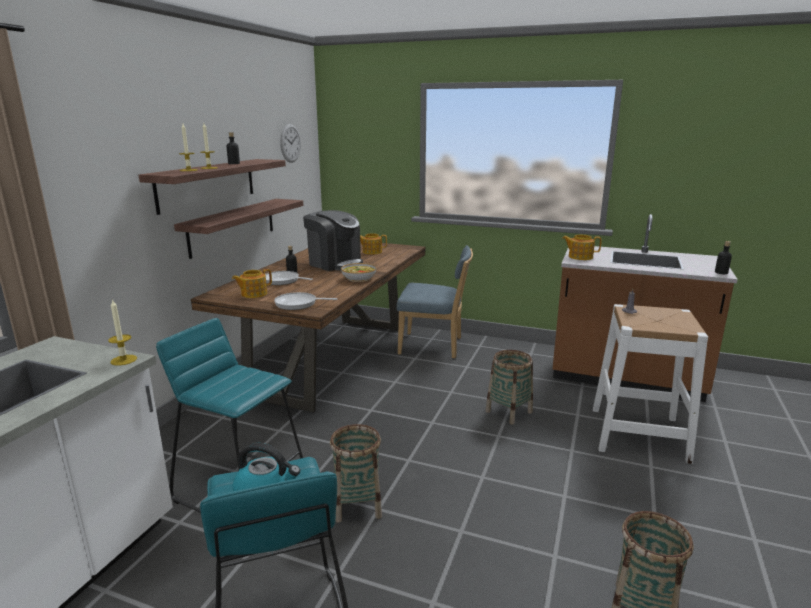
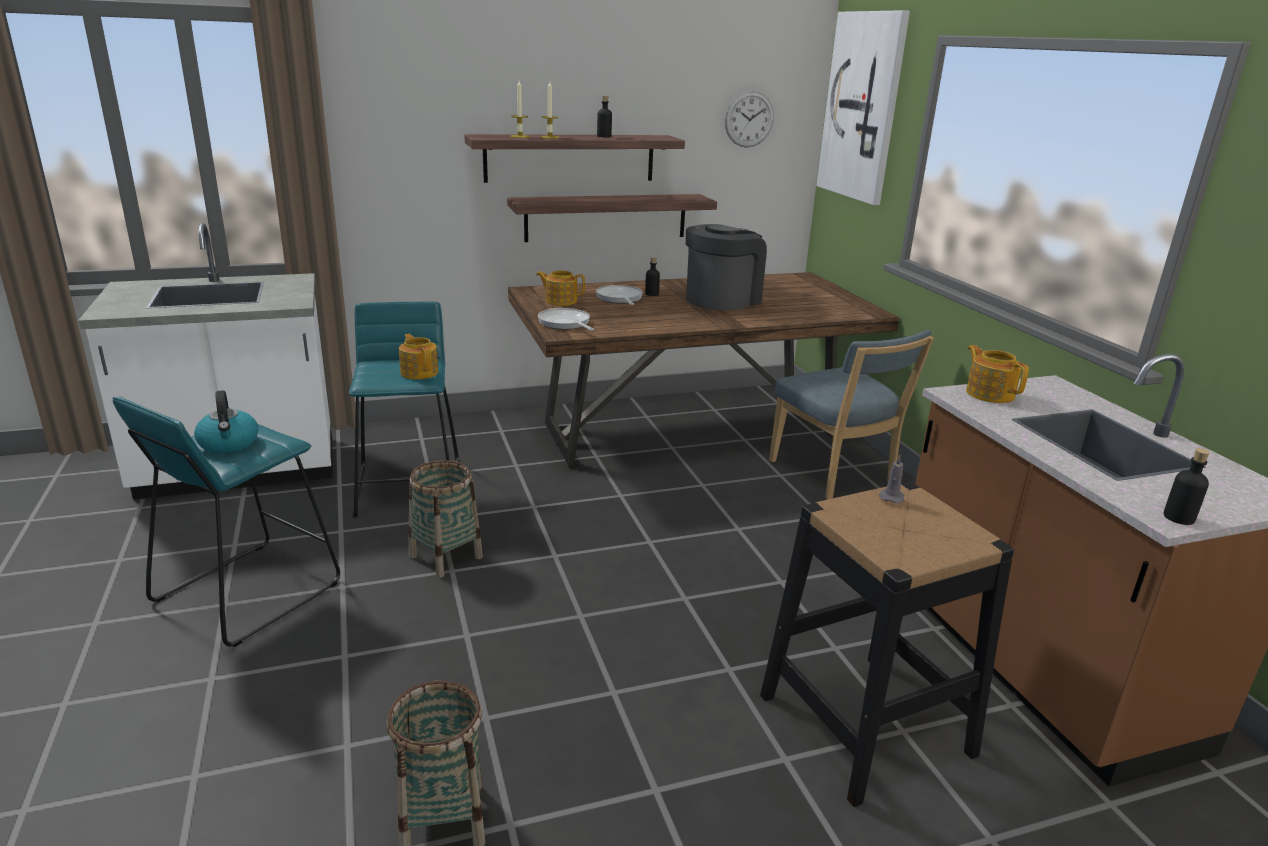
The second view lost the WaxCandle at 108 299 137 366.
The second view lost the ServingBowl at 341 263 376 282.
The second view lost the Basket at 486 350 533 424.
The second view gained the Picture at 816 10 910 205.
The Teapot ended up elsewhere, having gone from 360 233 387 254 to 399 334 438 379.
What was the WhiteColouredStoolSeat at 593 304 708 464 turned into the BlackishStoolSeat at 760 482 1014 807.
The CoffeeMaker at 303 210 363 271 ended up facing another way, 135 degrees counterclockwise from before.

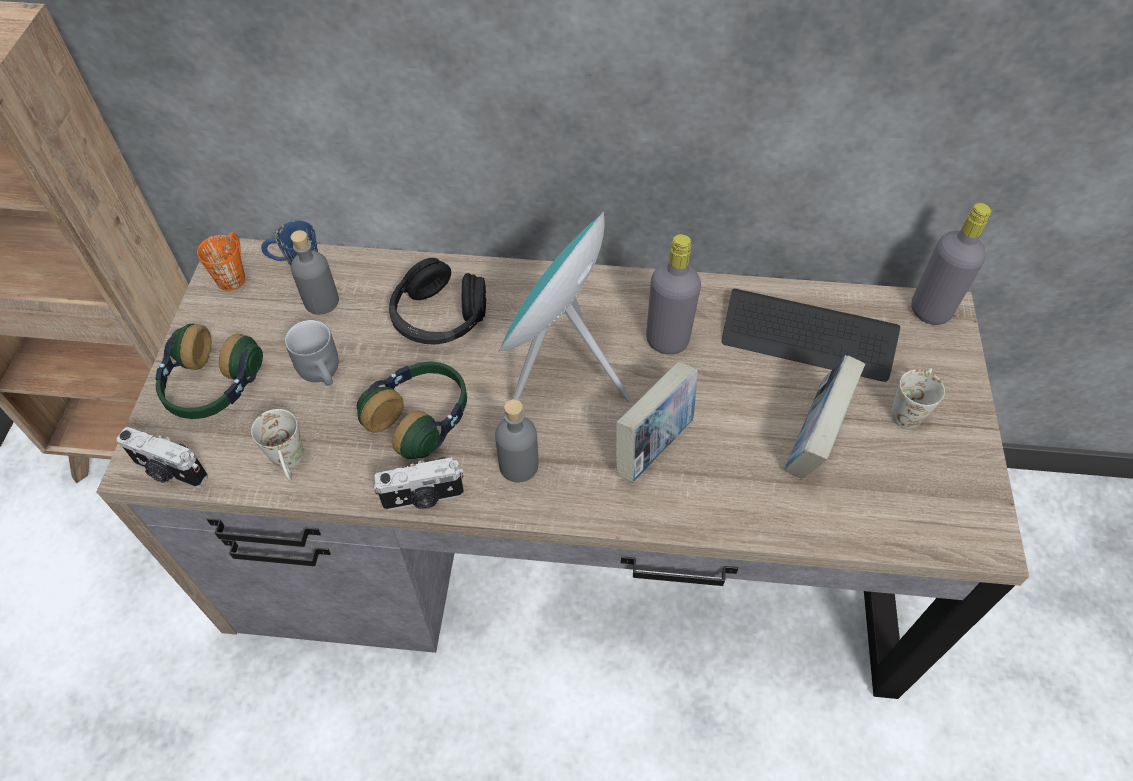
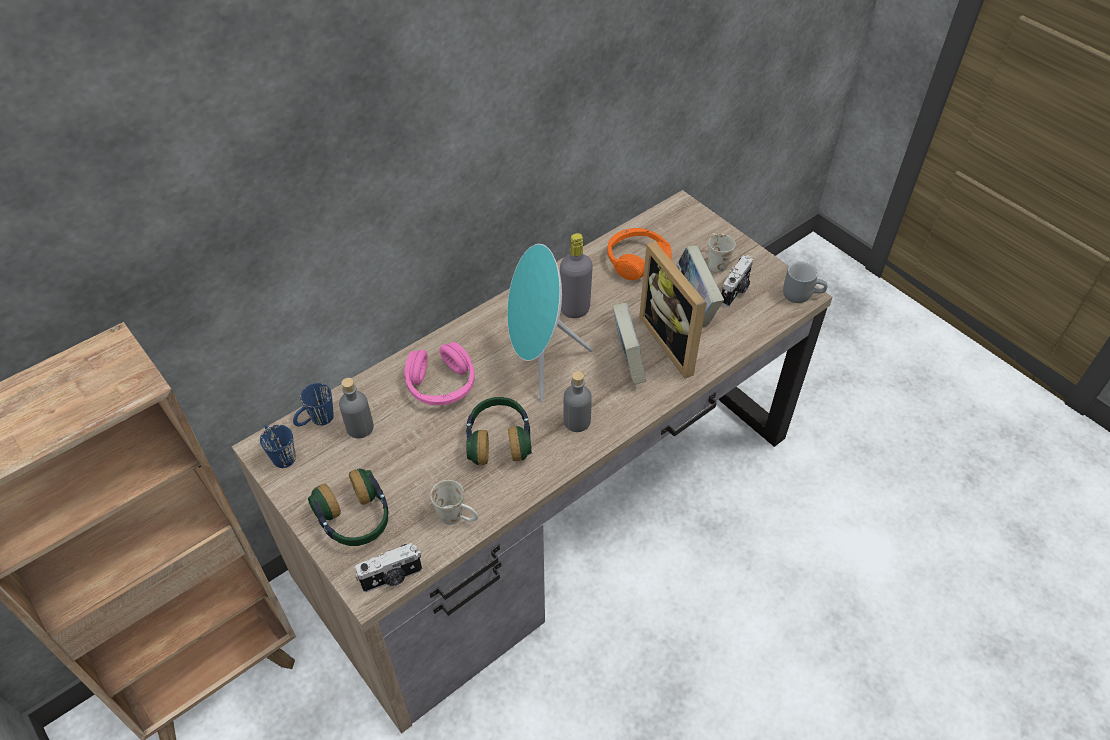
The second view lost the GreyishDrinkBottle at 911 203 991 325.
The second view gained the PhotoFrame at 639 241 707 379.
The GreyishTeaMug ended up elsewhere, having gone from 284 320 339 386 to 783 261 828 303.
The StillCamera ended up elsewhere, having gone from 373 457 464 511 to 722 255 753 307.
Where the ComputerKeyboard stood at 722 289 900 382, the OrangeColouredHeadphones came to stand at 607 228 672 280.
What was the OrangeColouredTeaMug at 197 232 245 291 turned into the BlueTeaMug at 260 425 296 468.
What was the BlackishHeadphones at 389 258 487 344 turned into the PinkColouredHeadphones at 404 342 475 405.

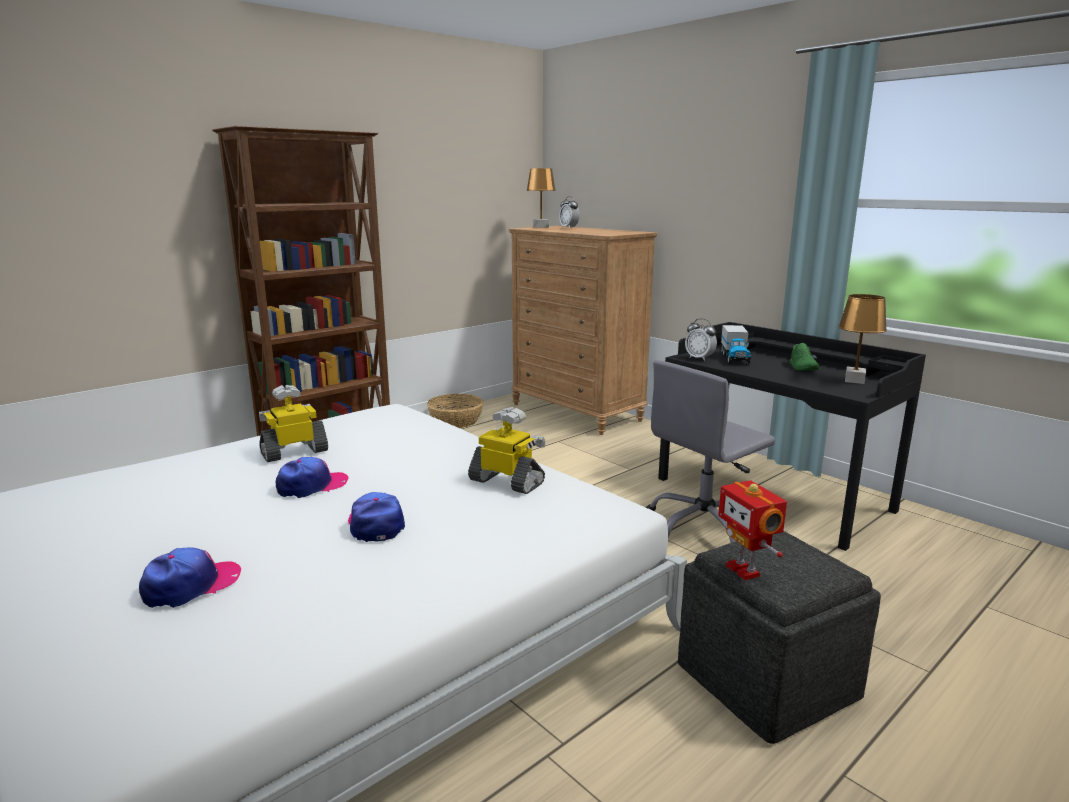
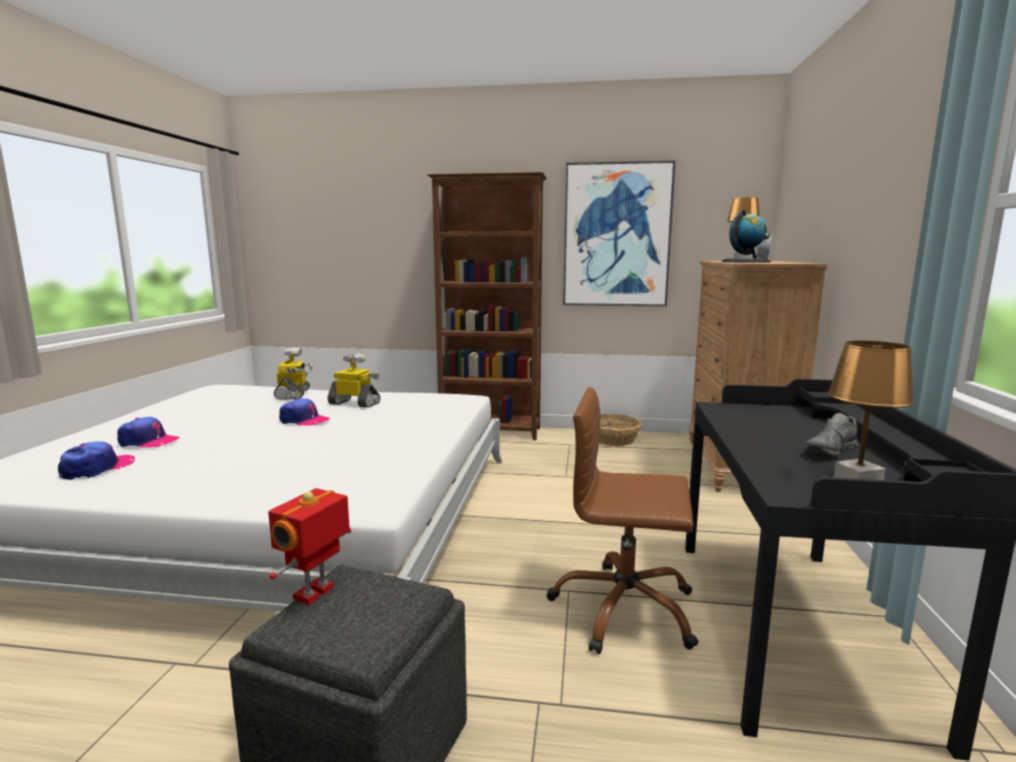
The second view lost the BedsideClock at 685 318 717 361.
The second view lost the ToyLorry at 721 325 751 364.
The second view gained the Picture at 563 160 675 307.
The second view gained the WorldGlobe at 722 209 771 263.
The PeakedCap ended up elsewhere, having gone from 348 492 405 542 to 58 441 135 480.
The RobotFigure ended up elsewhere, having gone from 468 407 546 494 to 274 347 313 400.
What was the GreyishOfficeChair at 646 360 775 543 turned into the BrownOfficeChair at 546 387 698 654.
What was the GreenishShoe at 789 343 819 370 turned into the GreyishShoe at 805 413 858 456.

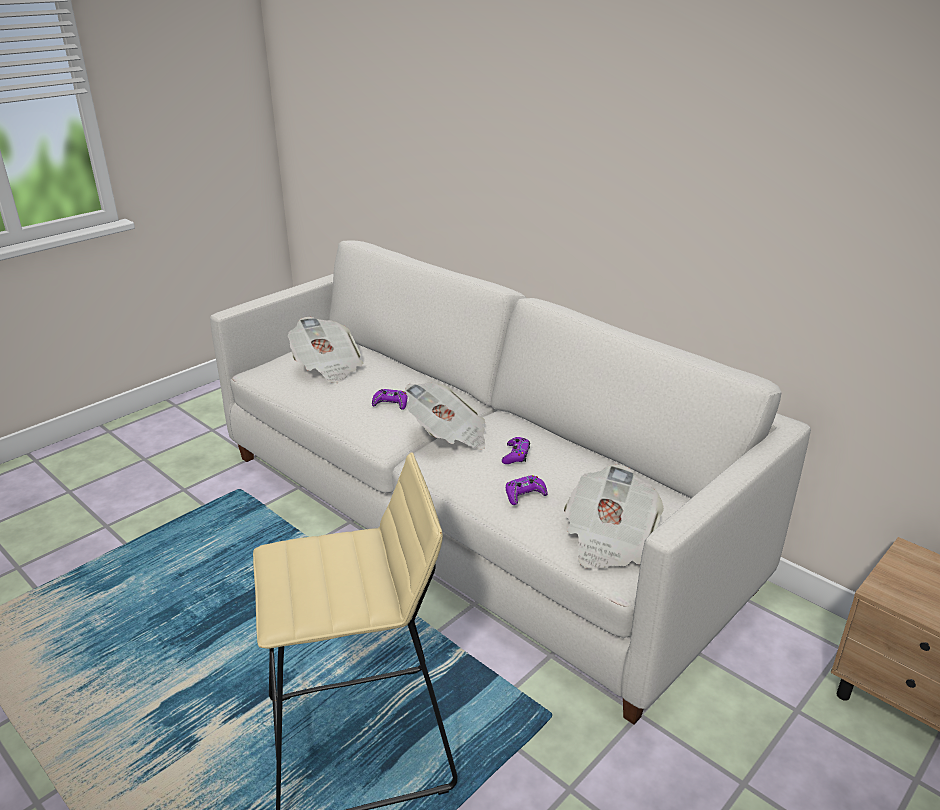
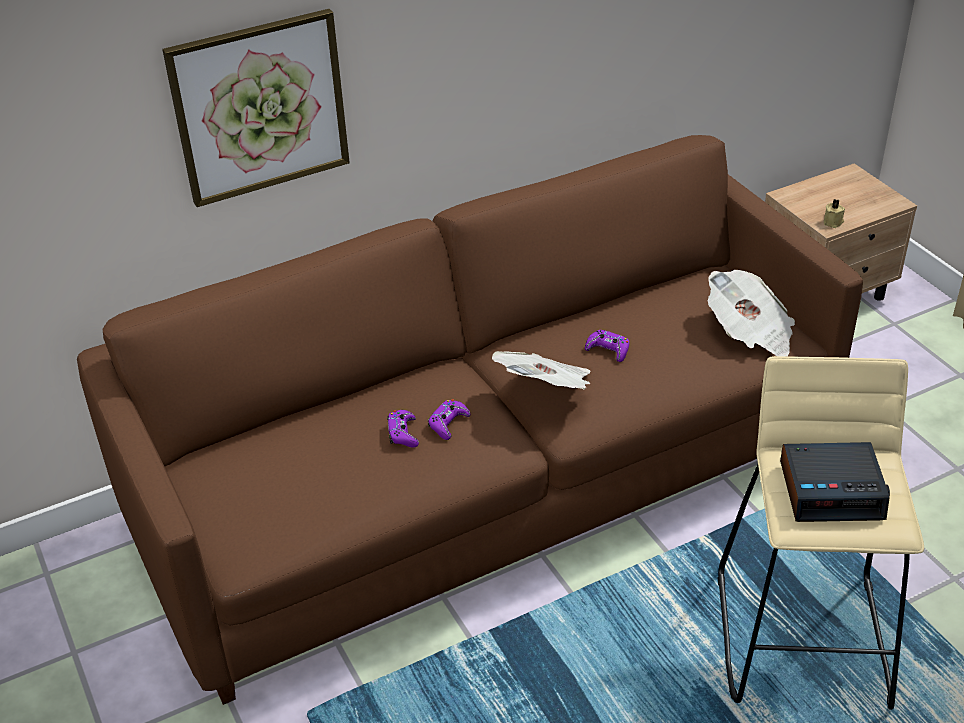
The second view lost the Newspaper at 288 317 363 383.
The second view gained the Picture at 162 9 350 207.
The second view gained the BedsideClock at 780 442 890 522.
The second view gained the BeigeWaxCandle at 824 199 845 228.
The PurpleColouredGameController ended up elsewhere, having gone from 506 475 547 505 to 387 410 419 447.
What was the WhiteColouredSettee at 210 240 811 725 turned into the BrownSettee at 77 135 863 705.

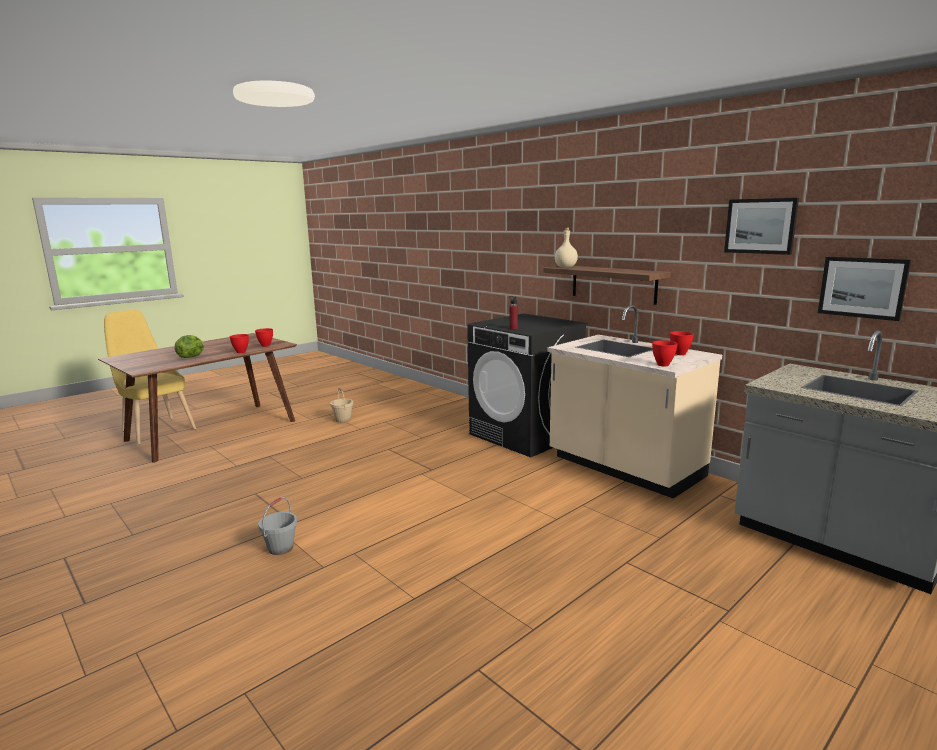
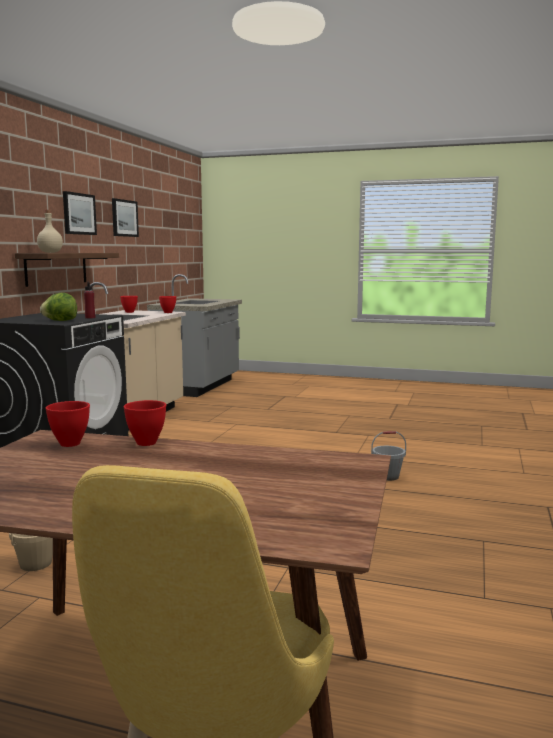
The HeadOfLettuce ended up elsewhere, having gone from 175 335 204 358 to 40 293 77 321.
The Picture ended up elsewhere, having gone from 818 257 911 321 to 63 191 97 235.

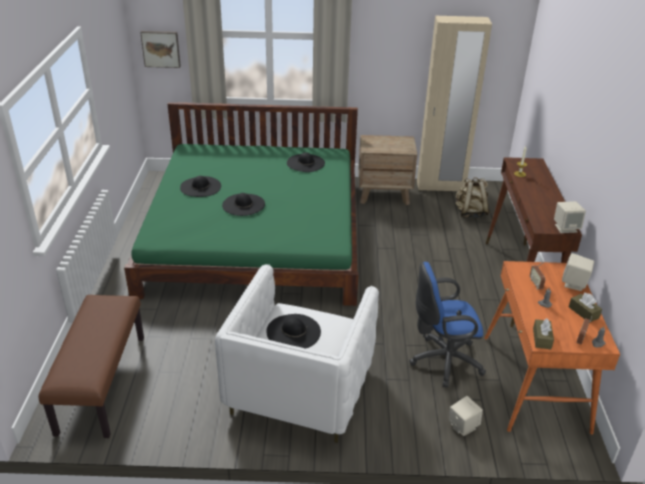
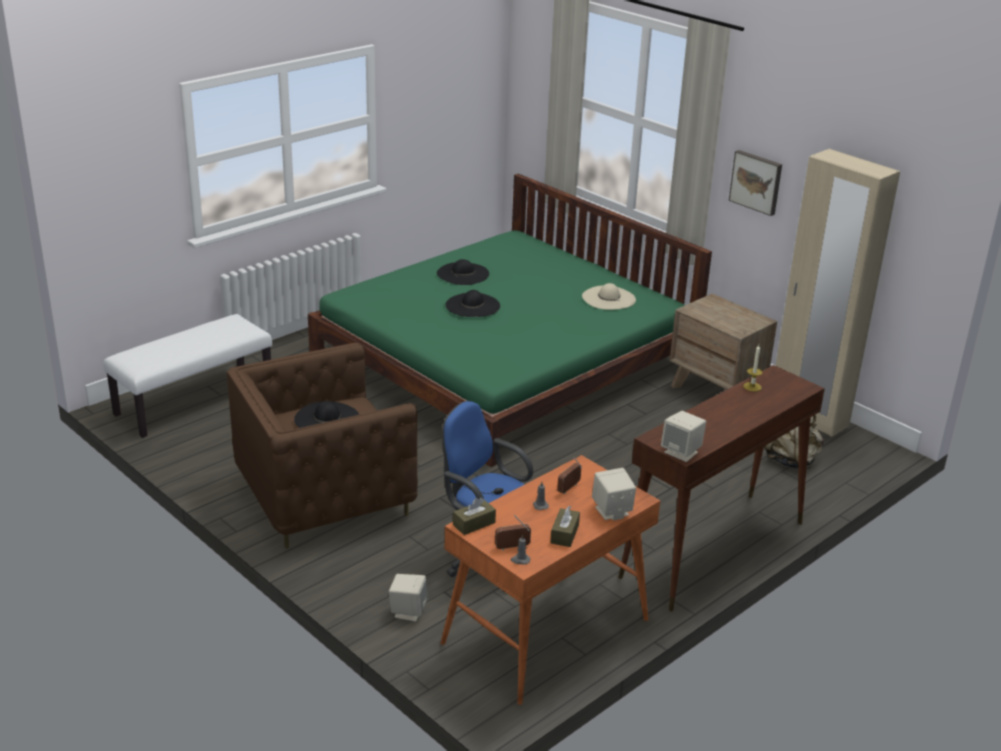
The Picture ended up elsewhere, having gone from 140 31 181 68 to 729 150 782 216.
What was the BrownIndoorBench at 39 295 144 438 turned into the WhiteColouredIndoorBench at 103 314 272 438.
What was the WhiteColouredArmchair at 215 265 379 443 turned into the BrownArmchair at 227 343 418 549.
What was the BlackishClothingHat at 287 152 325 172 turned into the BeigeClothingHat at 582 283 636 310.

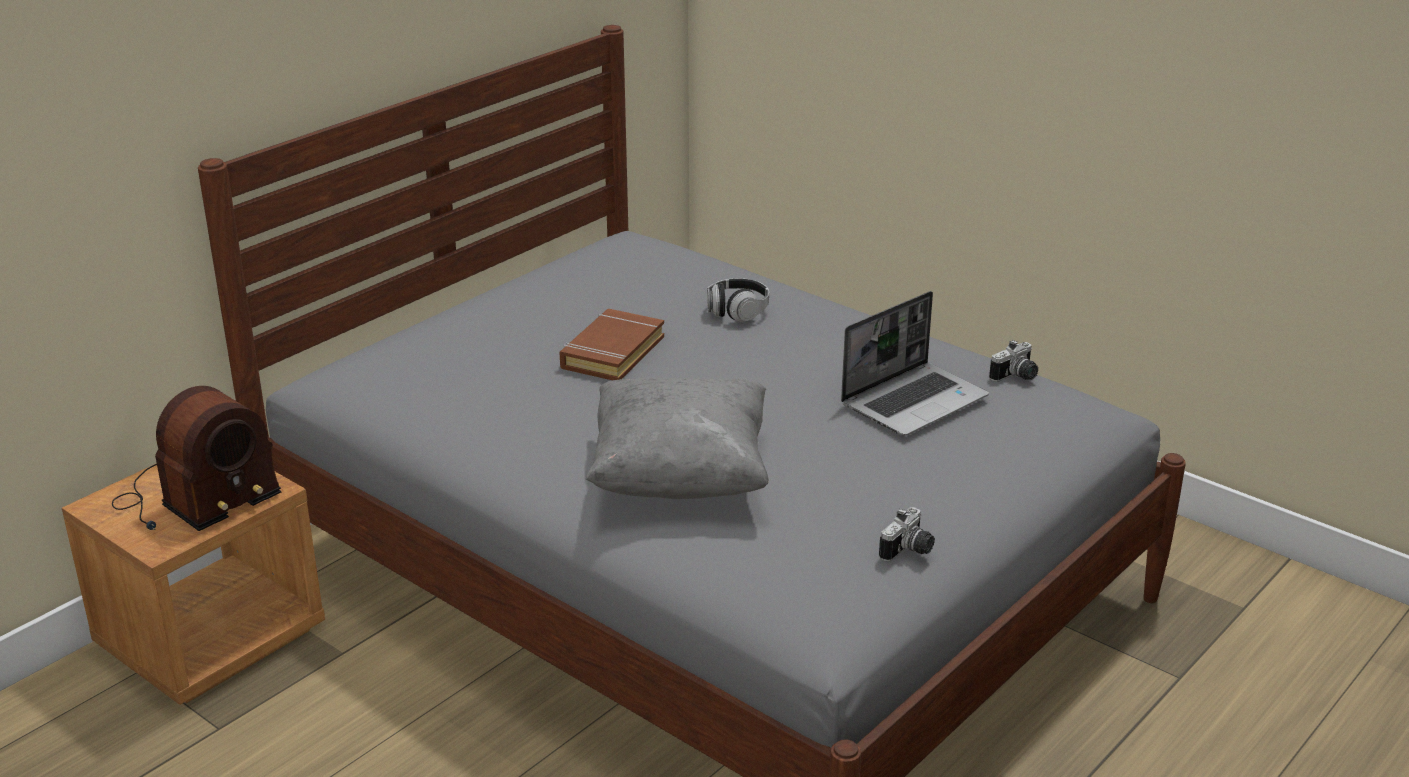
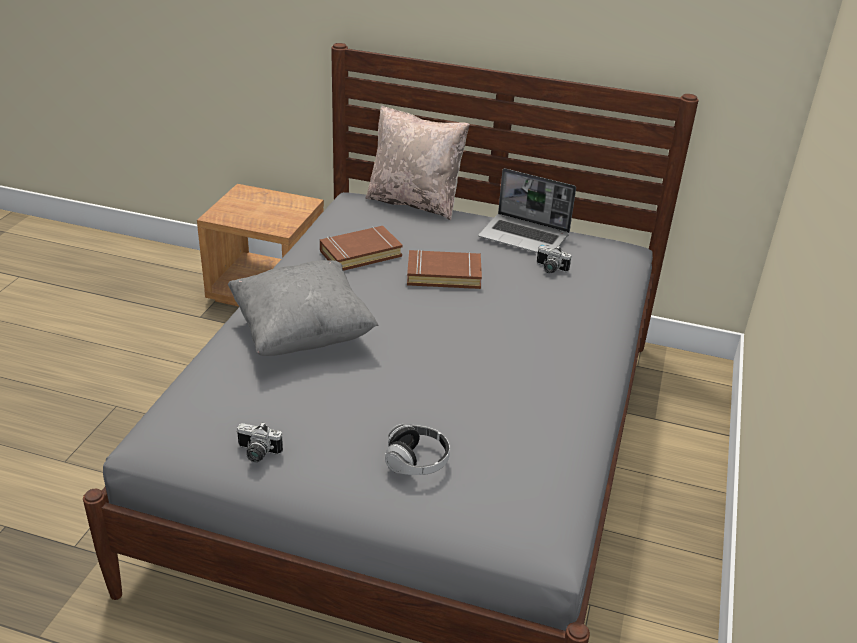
The second view lost the RadioReceiver at 112 386 281 531.
The second view gained the BrownBoundBook at 320 226 403 271.
The second view gained the BeigeCushion at 366 105 470 220.
The Headphones ended up elsewhere, having gone from 707 278 769 322 to 385 424 450 475.
The Laptop ended up elsewhere, having gone from 841 291 989 436 to 478 168 576 253.
The StillCamera ended up elsewhere, having gone from 989 340 1038 382 to 537 246 571 273.

